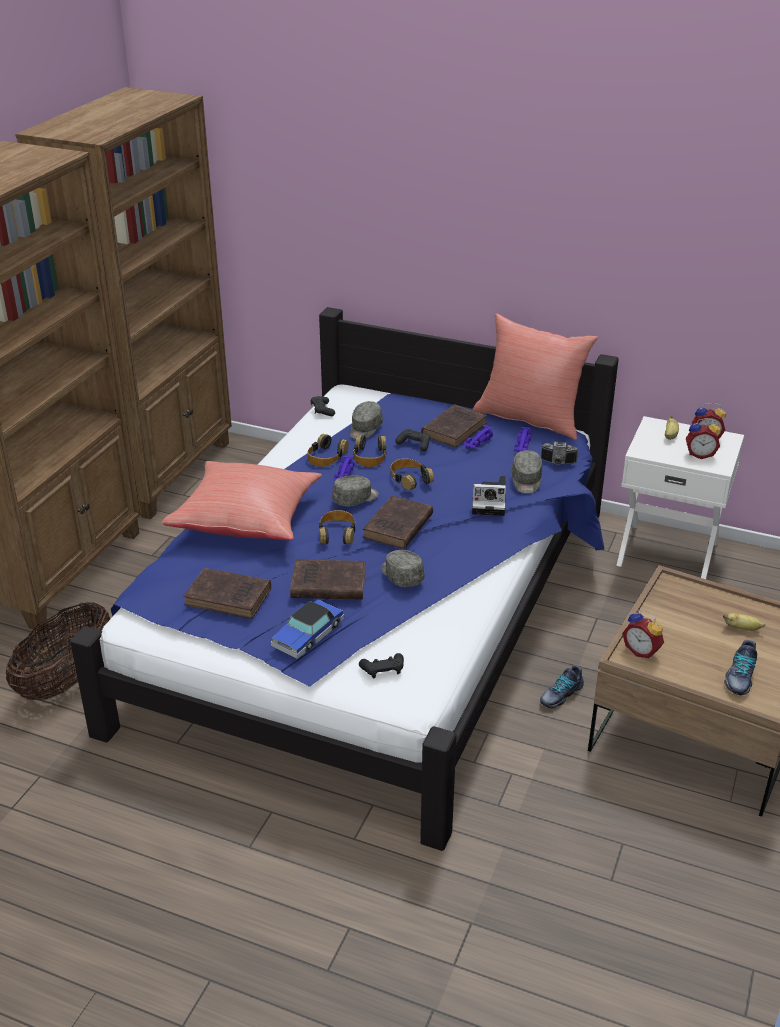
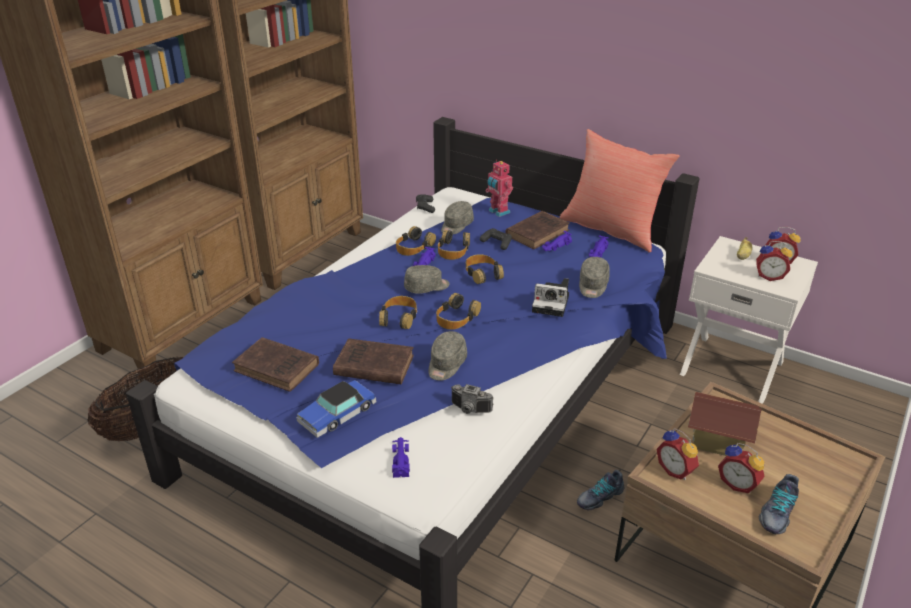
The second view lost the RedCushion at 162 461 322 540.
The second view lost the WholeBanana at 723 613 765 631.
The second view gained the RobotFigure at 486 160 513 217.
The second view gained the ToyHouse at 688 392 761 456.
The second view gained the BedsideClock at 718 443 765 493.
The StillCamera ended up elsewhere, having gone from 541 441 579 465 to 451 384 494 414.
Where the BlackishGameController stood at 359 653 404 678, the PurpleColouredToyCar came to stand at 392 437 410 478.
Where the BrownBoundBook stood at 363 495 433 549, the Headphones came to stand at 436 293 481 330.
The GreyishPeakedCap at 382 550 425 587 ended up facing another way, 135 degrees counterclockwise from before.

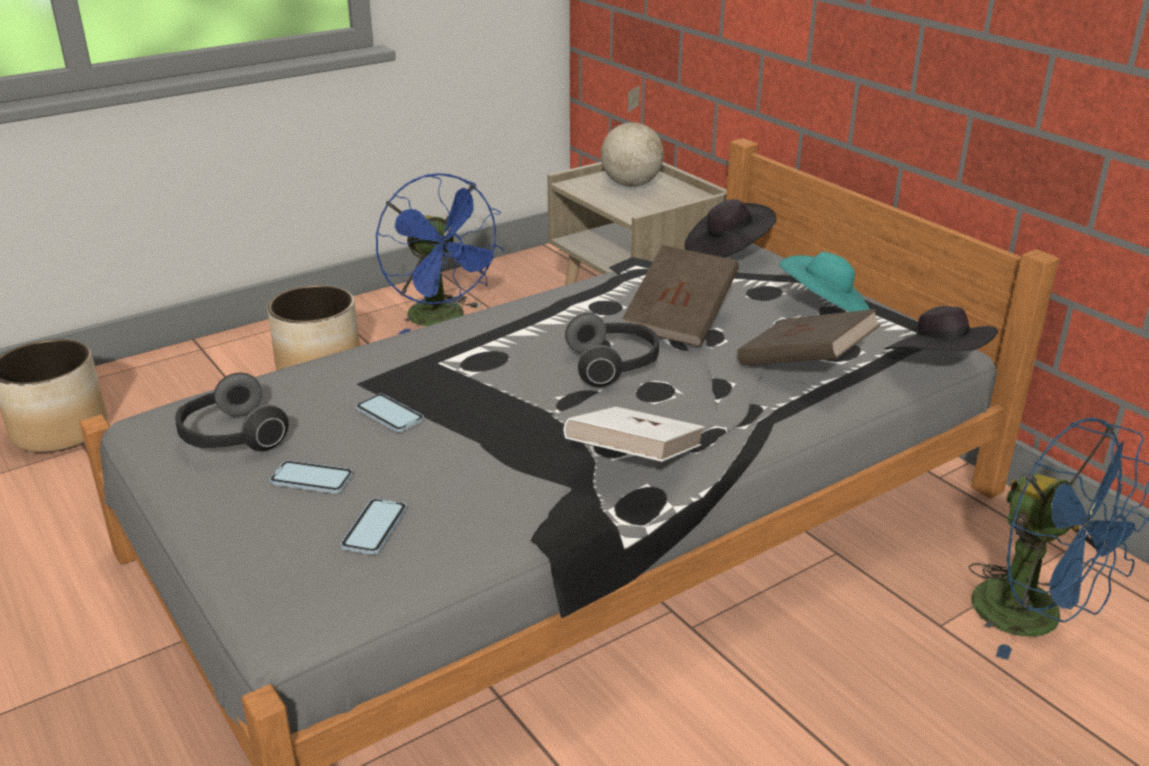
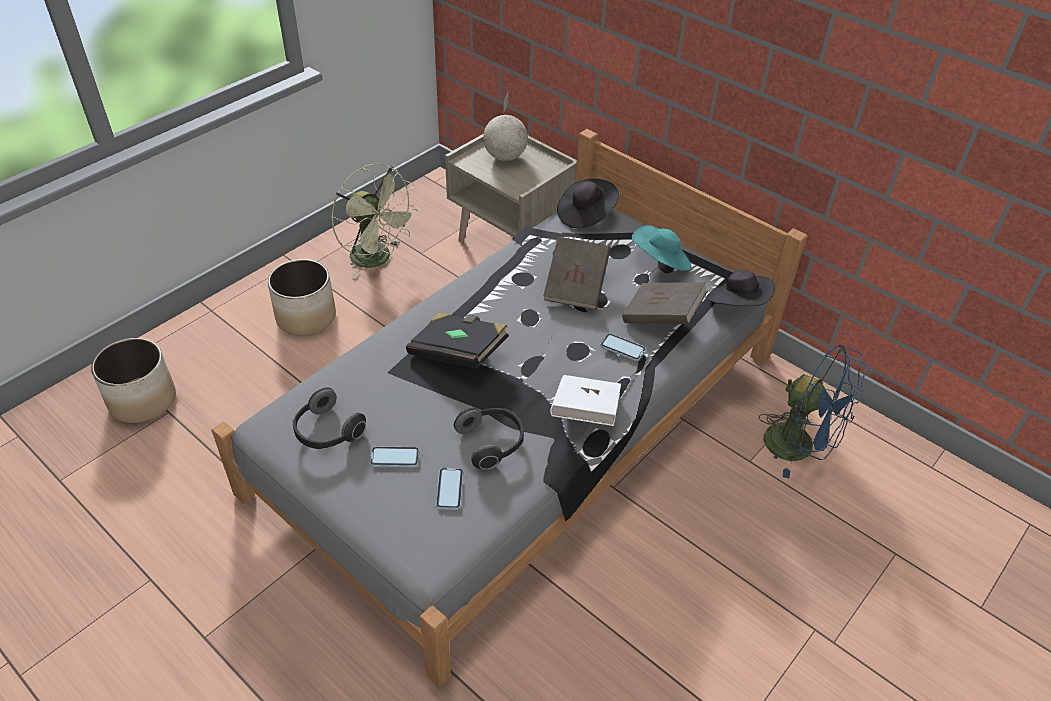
The second view gained the BlackishBoundBook at 406 312 509 369.
The Telephone ended up elsewhere, having gone from 356 394 424 432 to 600 333 646 361.
The Headphones ended up elsewhere, having gone from 565 313 659 387 to 454 408 524 469.
What was the BlueElectricFan at 376 173 505 334 turned into the GreenishElectricFan at 331 164 419 278.

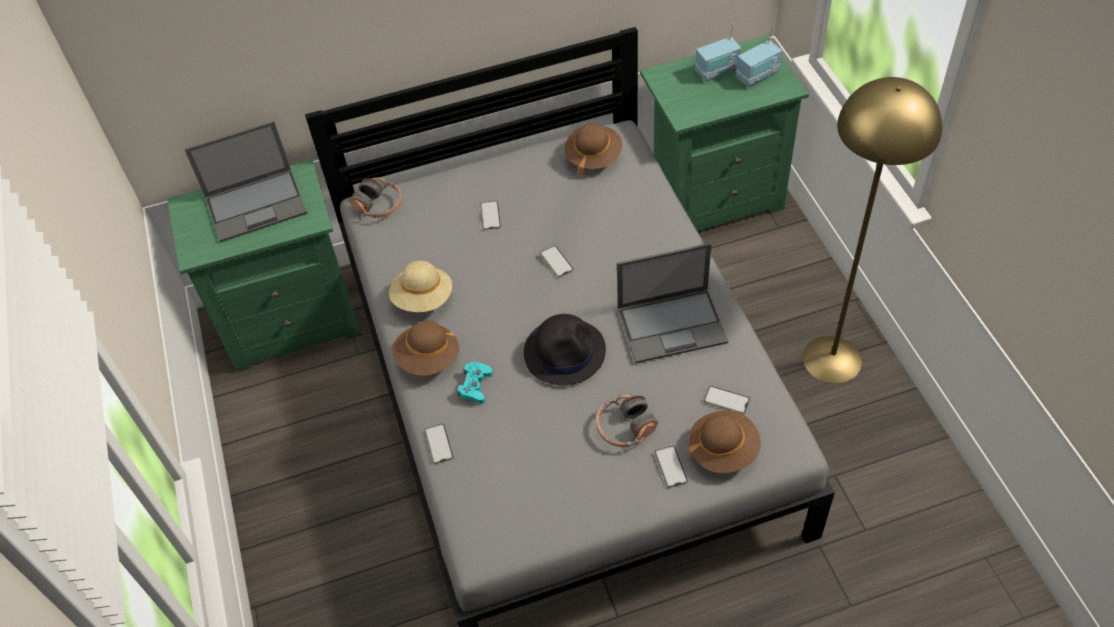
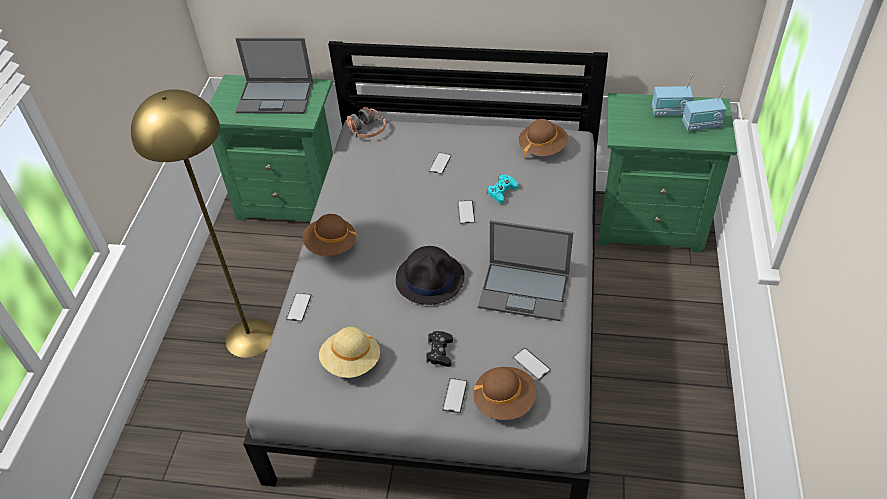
The BeigeClothingHat ended up elsewhere, having gone from 389 261 452 312 to 319 327 380 378.
The TurquoiseColouredGameController ended up elsewhere, having gone from 457 362 493 404 to 487 175 518 204.
The YellowColouredFloorLamp ended up elsewhere, having gone from 803 77 942 384 to 131 89 274 358.
Where the Headphones stood at 596 395 658 447, the BlackishGameController came to stand at 426 331 453 367.

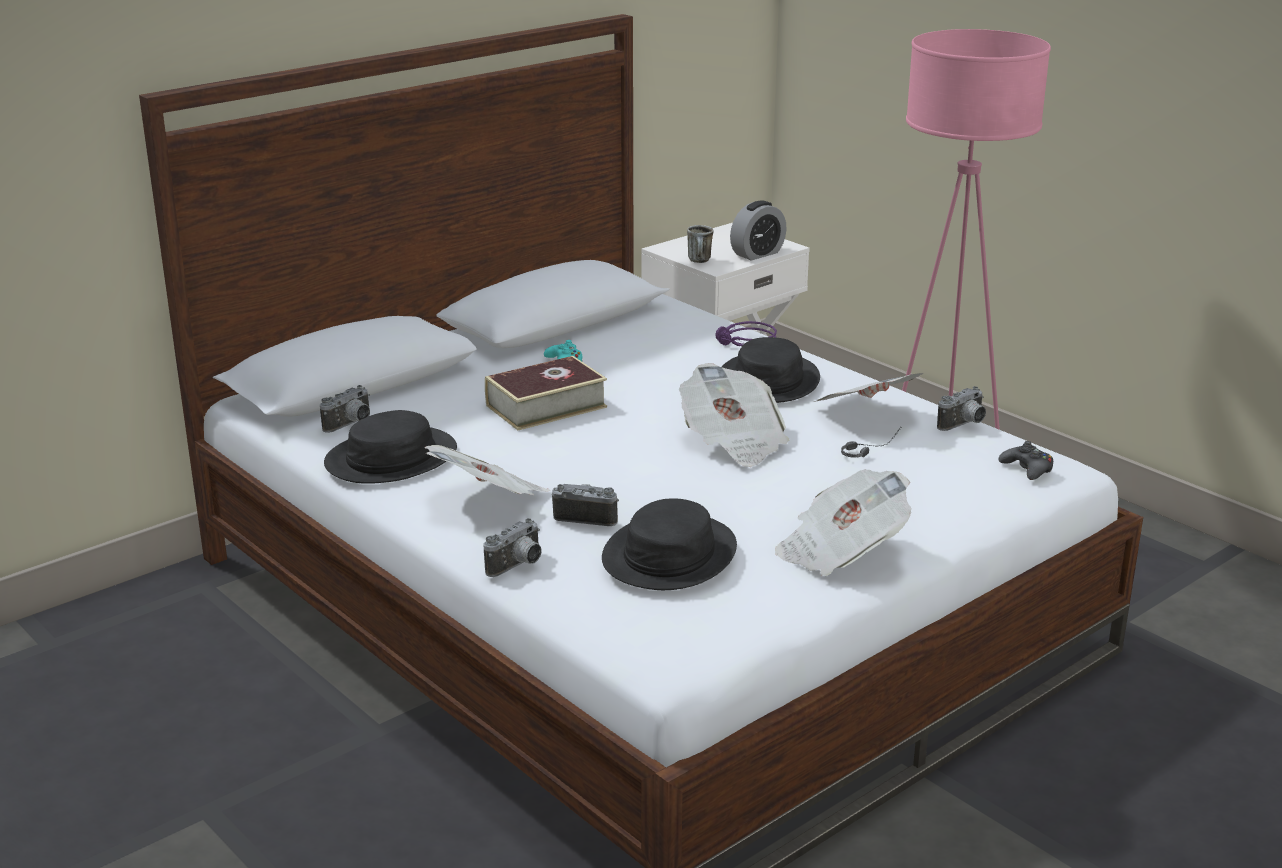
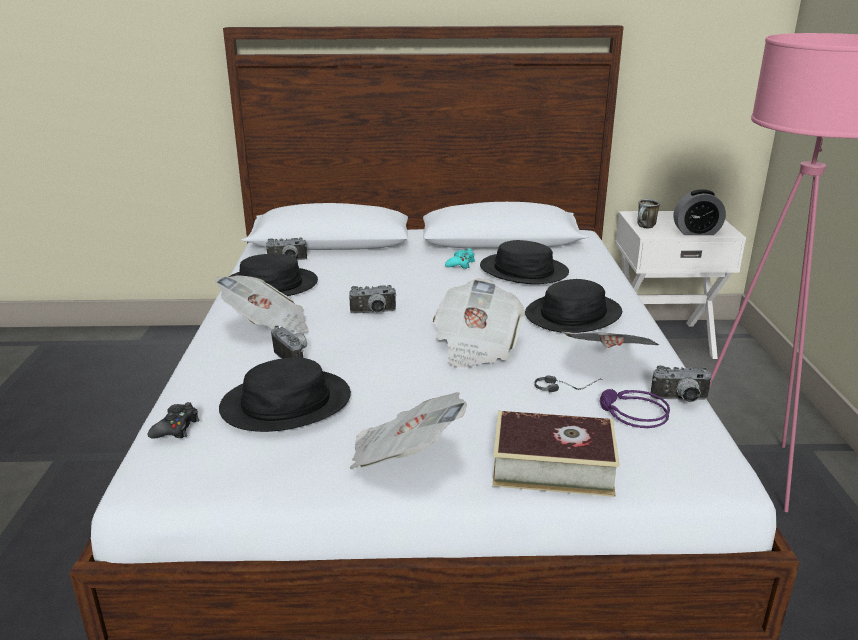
The second view gained the BlackishClothingHat at 480 240 569 284.
The StillCamera ended up elsewhere, having gone from 484 518 542 577 to 349 285 396 313.
The BoundBook ended up elsewhere, having gone from 485 356 607 430 to 492 411 619 497.
The PurpleColouredHeadphones ended up elsewhere, having gone from 715 321 777 346 to 600 389 670 428.
The BlackishGameController ended up elsewhere, having gone from 998 441 1053 480 to 148 402 200 438.

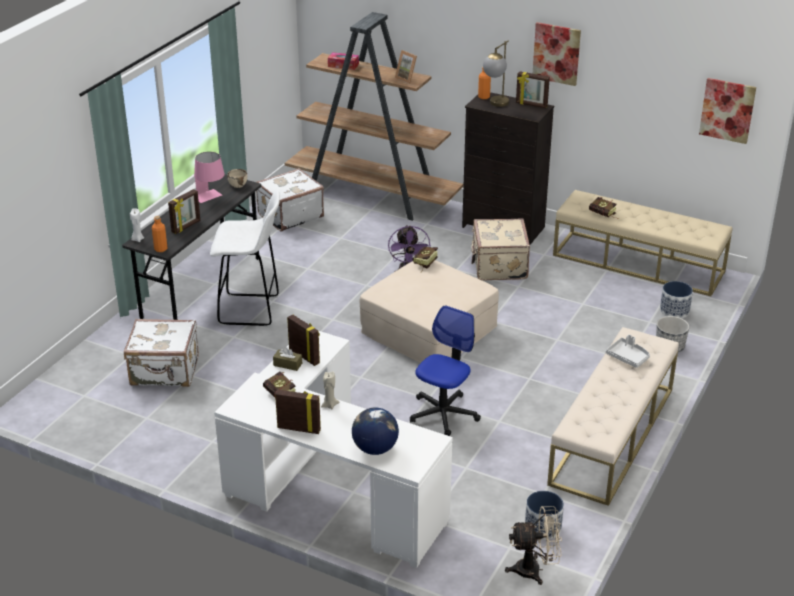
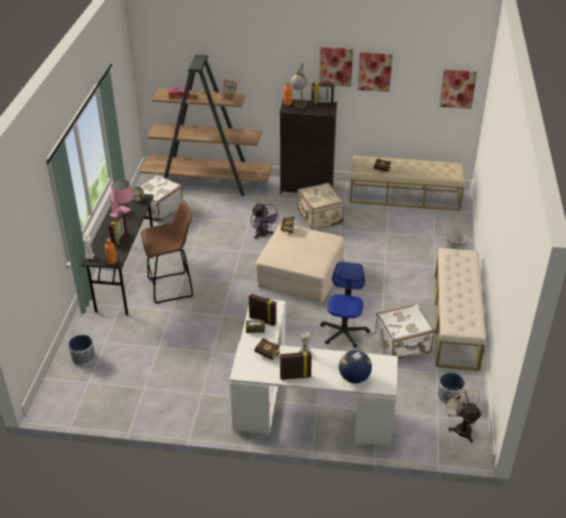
The second view lost the GreyishCarryingTray at 606 335 650 368.
The second view gained the Picture at 358 52 393 92.
The WhiteColouredSuitcase ended up elsewhere, having gone from 124 319 199 387 to 375 303 435 360.
The PlantPot ended up elsewhere, having gone from 660 281 693 318 to 68 335 95 366.
What was the WhiteColouredStoolSeat at 210 190 280 327 turned into the BrownStoolSeat at 141 200 193 304.
The BeigeElectricFan at 505 506 562 585 ended up facing another way, 90 degrees counterclockwise from before.

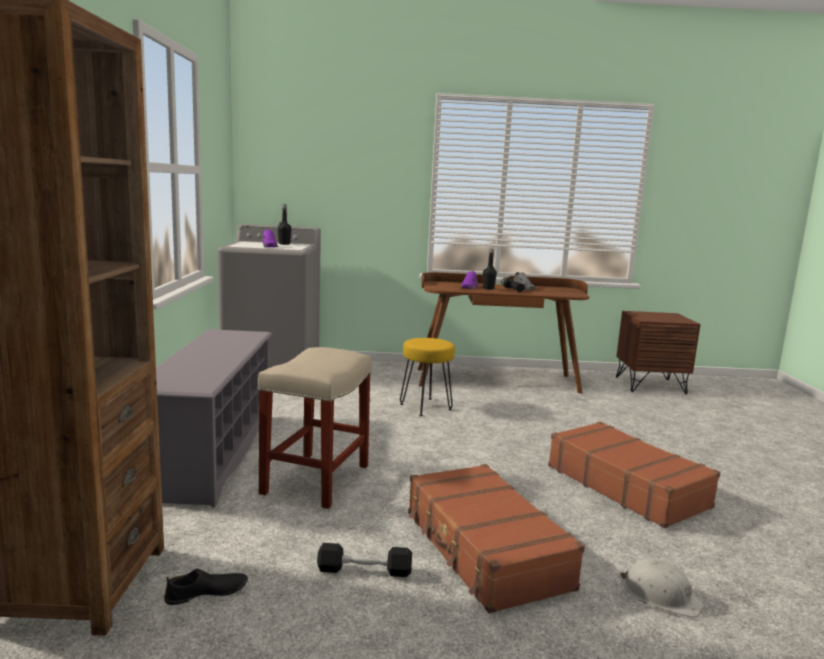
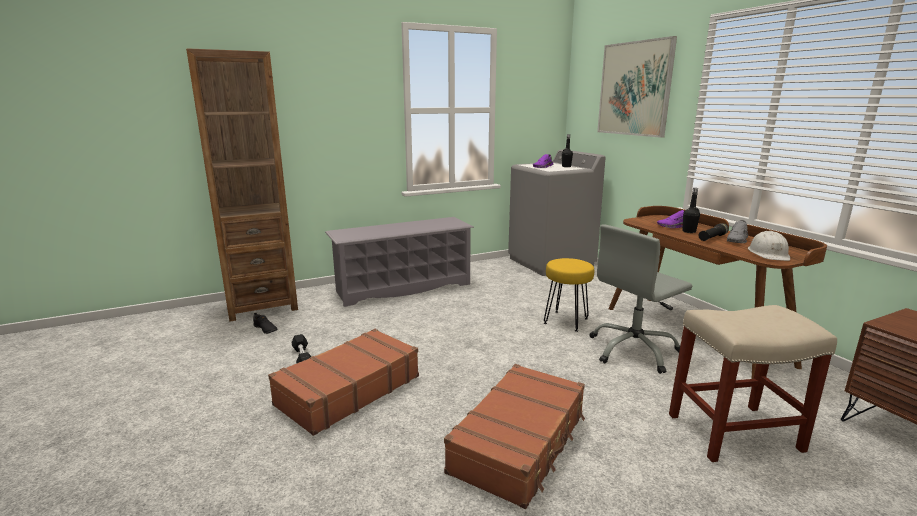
The second view gained the GreyishOfficeChair at 589 224 692 374.
The second view gained the Picture at 597 36 677 138.
The BeigeStoolSeat ended up elsewhere, having gone from 258 347 372 509 to 669 305 837 462.
The WhiteColouredHardHat ended up elsewhere, having gone from 620 558 704 617 to 748 231 790 261.

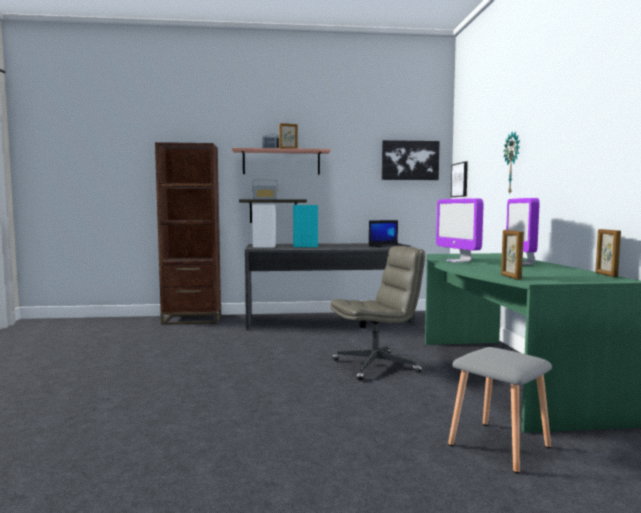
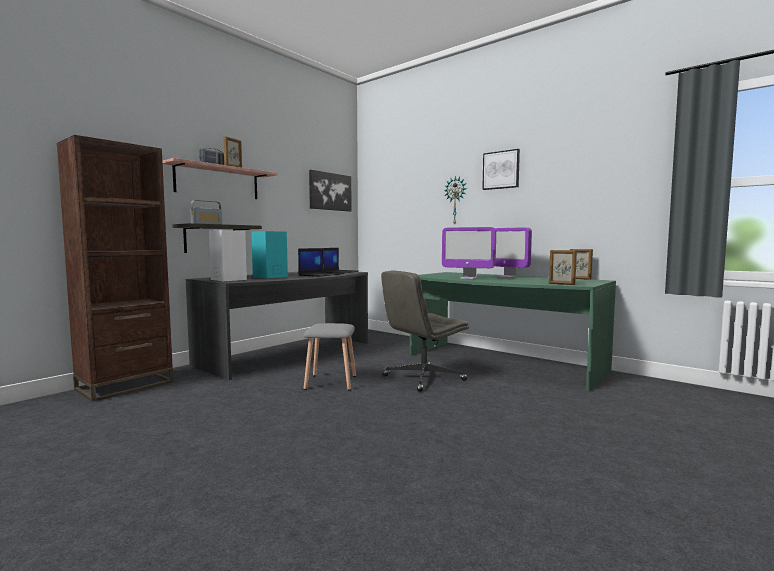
The second view gained the Laptop at 298 248 342 277.
The GreyishStoolSeat ended up elsewhere, having gone from 448 347 552 474 to 303 323 356 390.
The Picture ended up elsewhere, having gone from 451 162 468 197 to 482 149 520 190.
The GreyishOfficeChair at 330 246 425 380 ended up facing another way, 150 degrees counterclockwise from before.

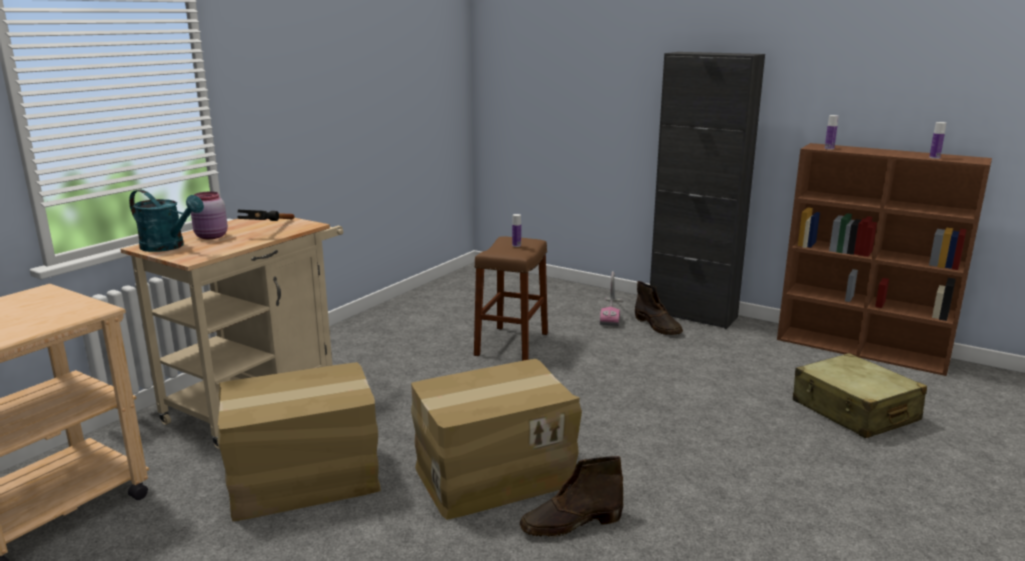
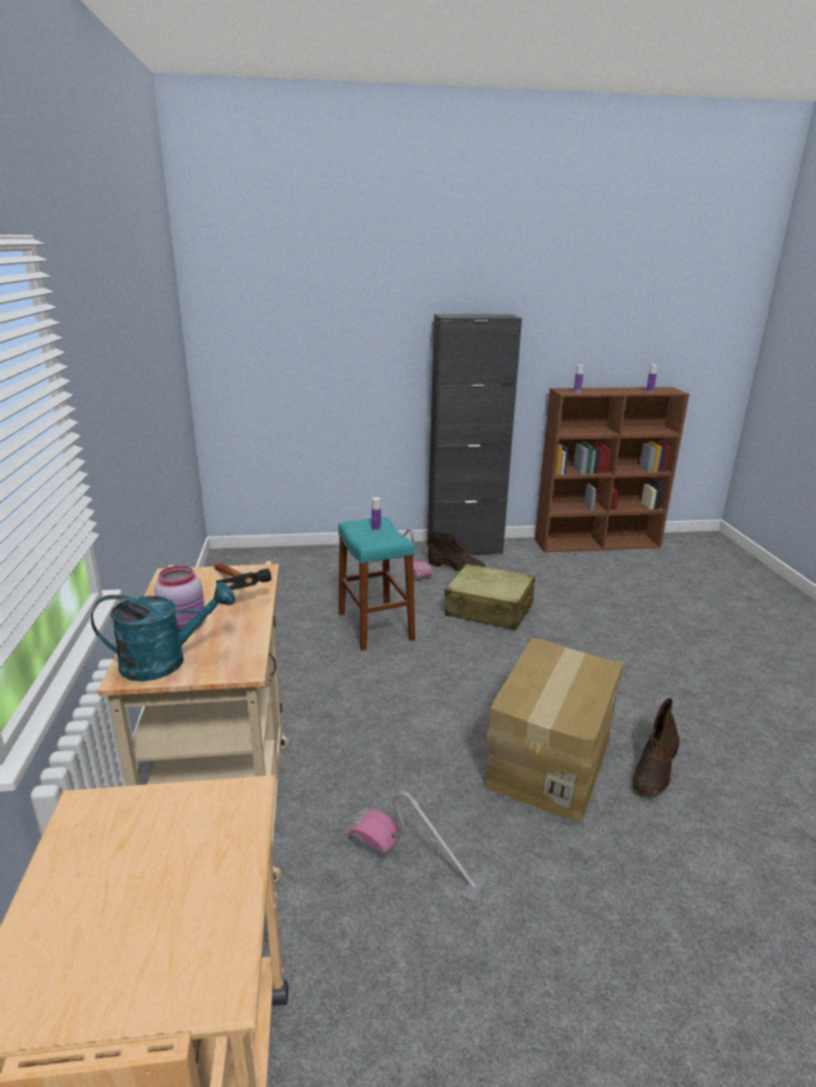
The BeigeSuitcase ended up elsewhere, having gone from 793 353 927 438 to 444 564 535 630.
Where the PackingBox stood at 218 362 381 521, the VacuumCleaner came to stand at 348 791 487 903.
What was the BrownStoolSeat at 474 236 548 361 turned into the TurquoiseColouredStoolSeat at 338 517 415 651.

